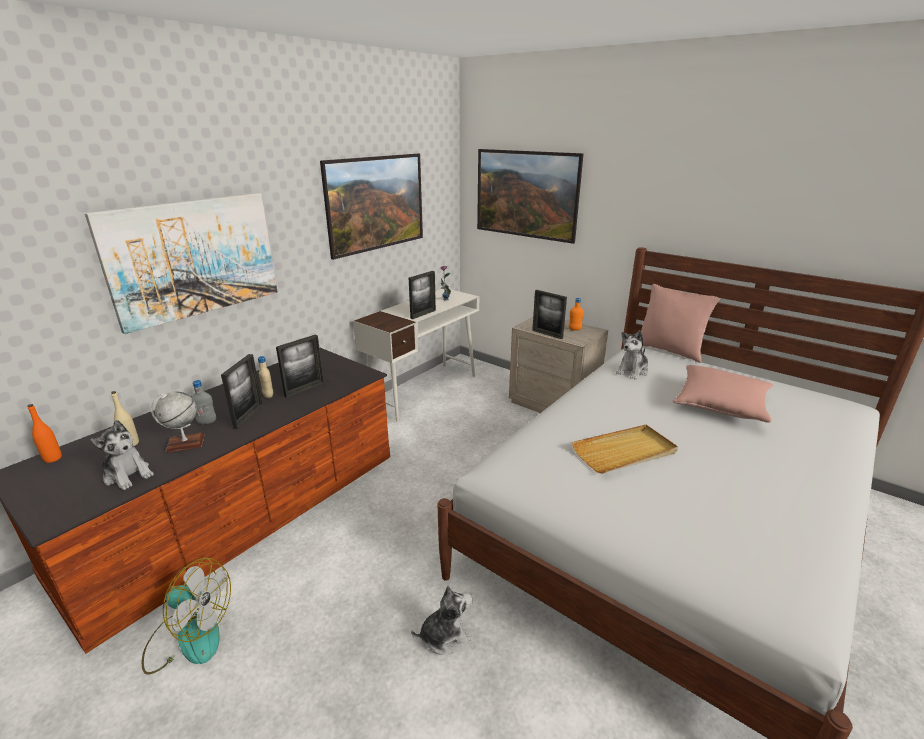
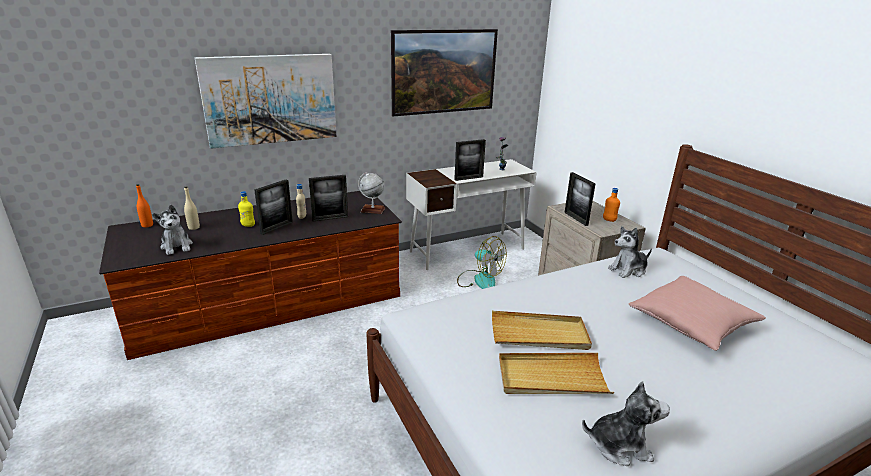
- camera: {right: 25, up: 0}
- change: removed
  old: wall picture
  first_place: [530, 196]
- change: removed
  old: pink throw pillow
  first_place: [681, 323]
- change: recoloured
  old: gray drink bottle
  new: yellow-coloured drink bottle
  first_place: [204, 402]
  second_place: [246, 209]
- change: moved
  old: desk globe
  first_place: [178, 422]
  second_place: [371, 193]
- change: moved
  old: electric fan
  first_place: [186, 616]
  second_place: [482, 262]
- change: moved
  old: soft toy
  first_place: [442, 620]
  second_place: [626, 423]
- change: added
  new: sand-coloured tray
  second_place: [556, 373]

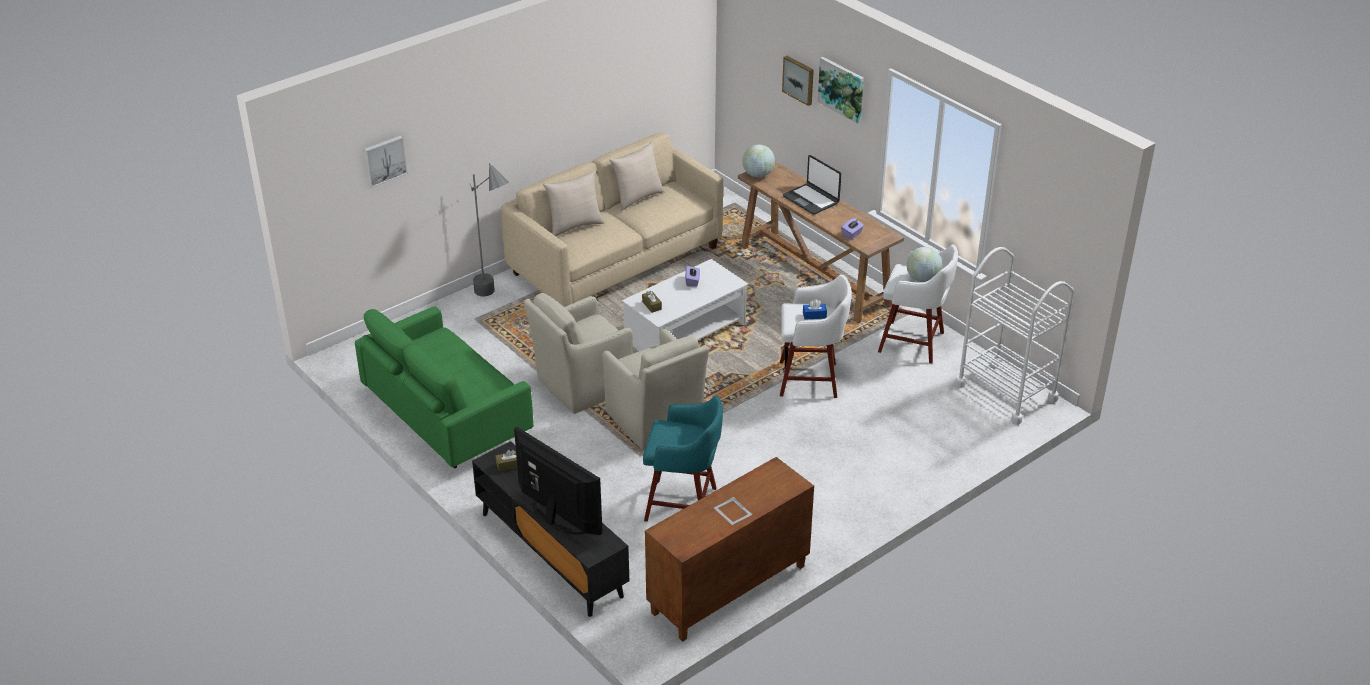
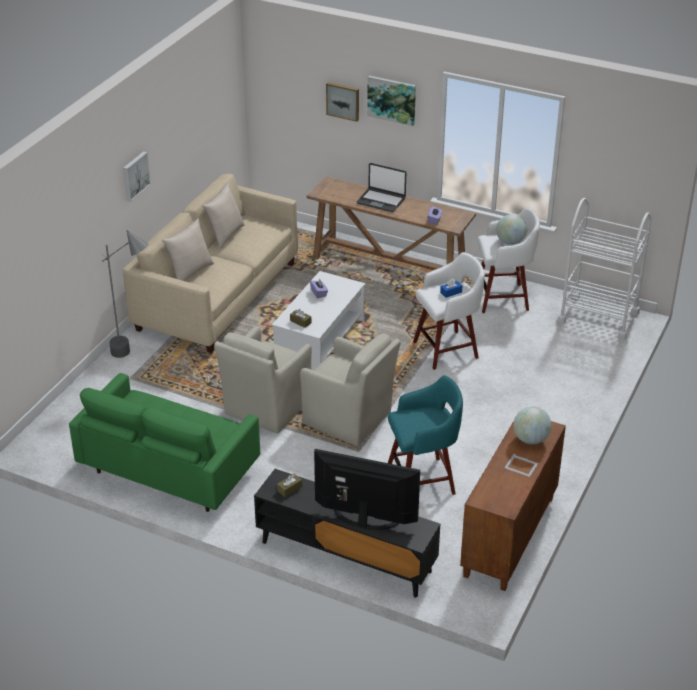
- camera: {right: -25, up: 0}
- change: moved
  old: wall picture
  first_place: [386, 162]
  second_place: [137, 176]
- change: moved
  old: desk globe
  first_place: [758, 160]
  second_place: [532, 425]

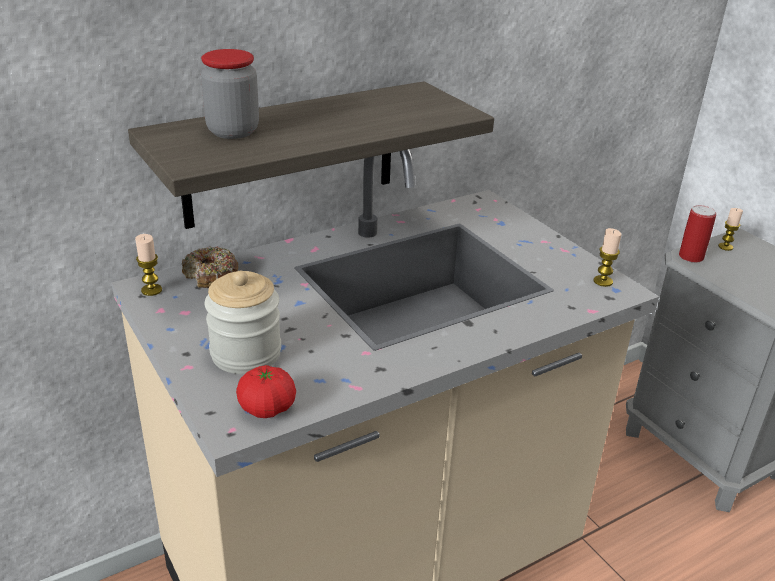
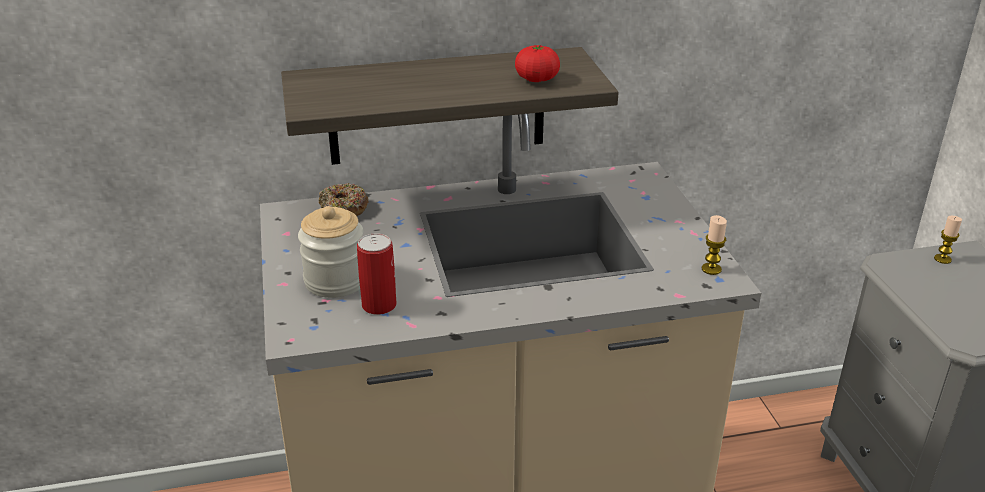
- camera: {right: 20, up: 0}
- change: removed
  old: jar
  first_place: [230, 94]
- change: moved
  old: metal can
  first_place: [697, 234]
  second_place: [377, 274]
- change: removed
  old: wax candle
  first_place: [148, 265]
- change: moved
  old: tomato
  first_place: [266, 391]
  second_place: [537, 63]

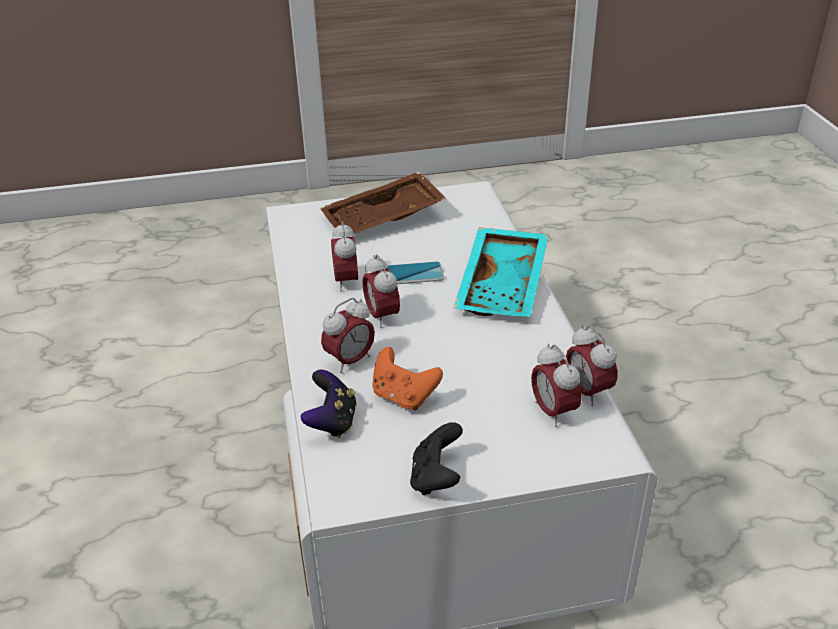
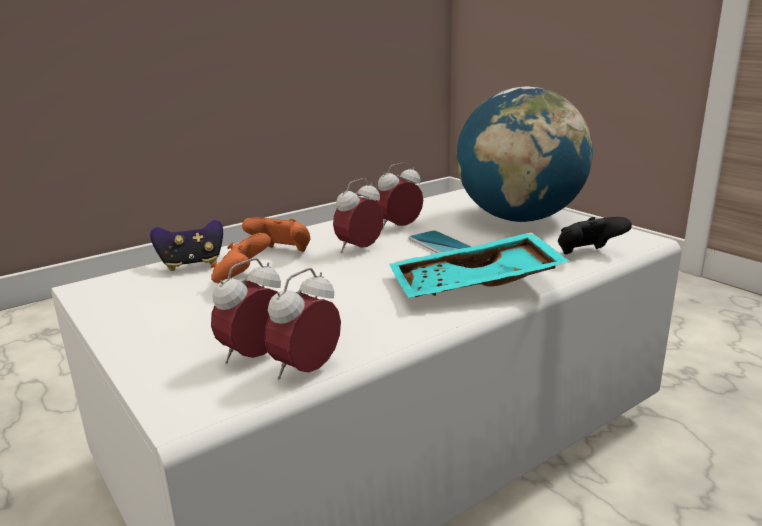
- camera: {right: 65, up: -15}
- change: replaced
  old: brownish tray
  new: desk globe
  first_place: [383, 202]
  second_place: [524, 154]
- change: replaced
  old: table clock
  new: orange gamepad
  first_place: [348, 335]
  second_place: [276, 235]
- change: moved
  old: black-coloured gamepad
  first_place: [436, 458]
  second_place: [595, 235]

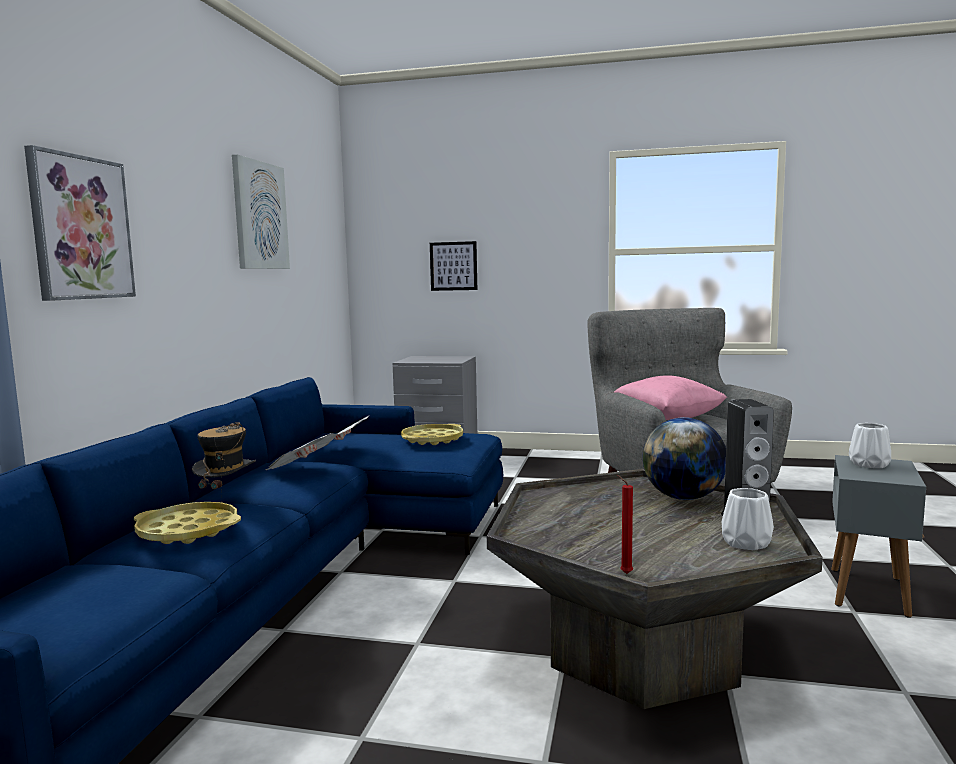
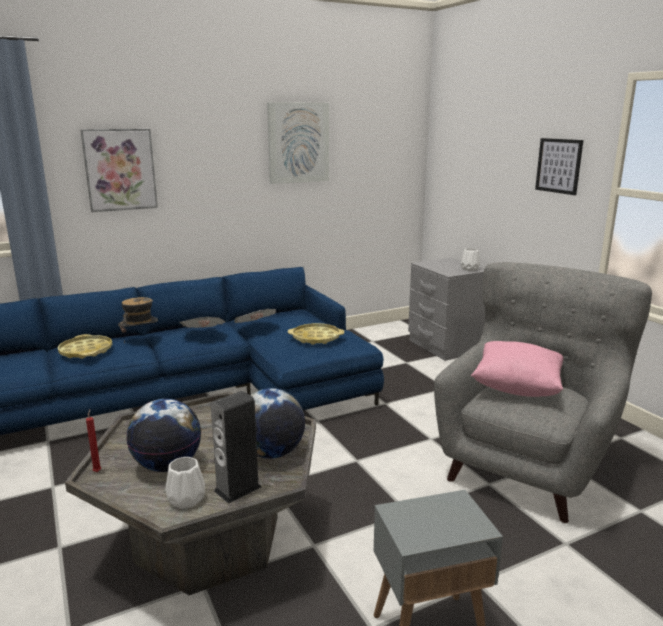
- camera: {right: 50, up: 10}
- change: moved
  old: wall picture
  first_place: [453, 266]
  second_place: [559, 166]
- change: moved
  old: whitish decorative vase
  first_place: [870, 445]
  second_place: [470, 259]
- change: added
  new: desk globe
  second_place: [164, 435]

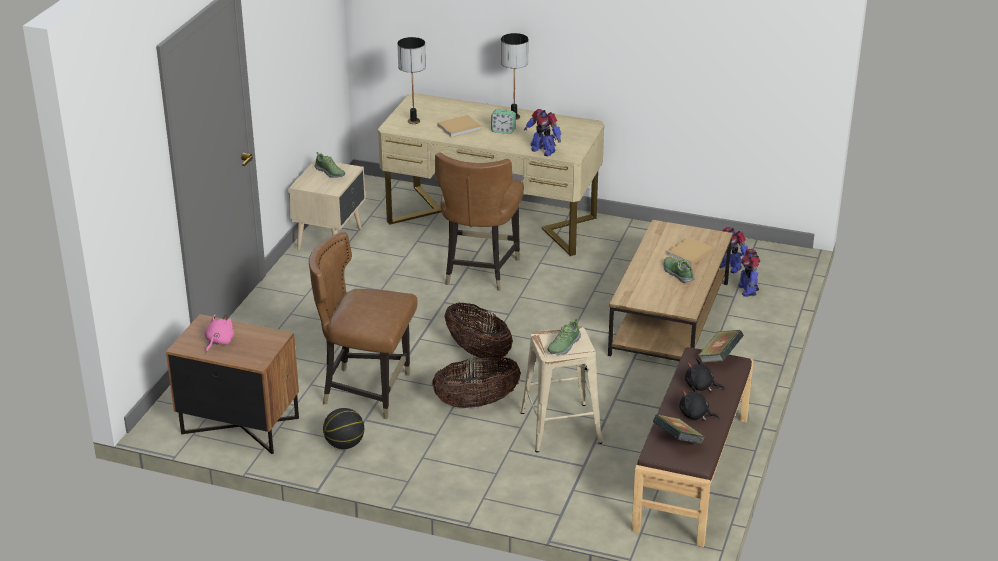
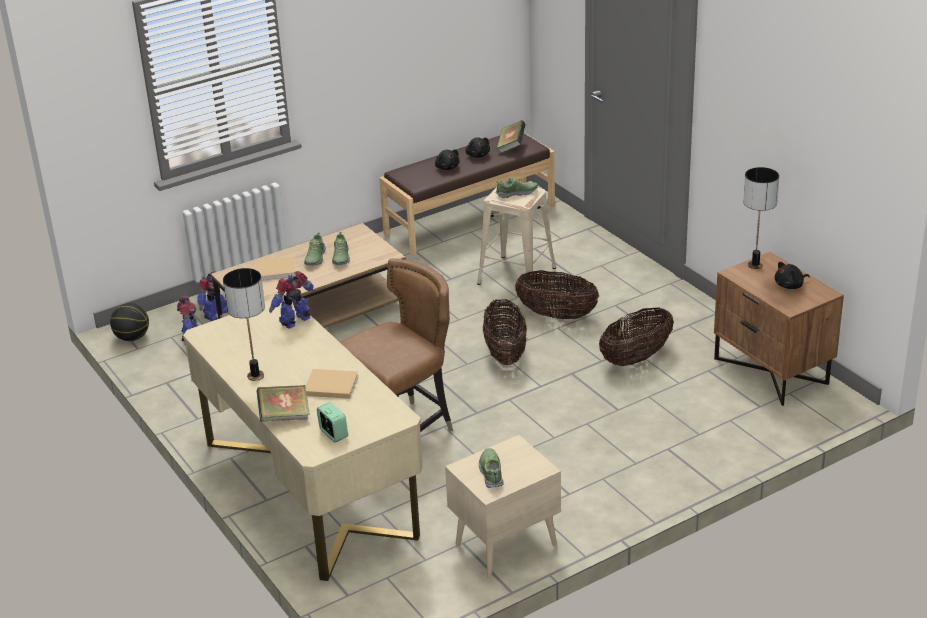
- camera: {right: -140, up: 0}
- change: moved
  old: tabletop lamp
  first_place: [411, 80]
  second_place: [761, 218]
- change: moved
  old: table clock
  first_place: [503, 121]
  second_place: [332, 422]
- change: turned
  old: toy robot
  first_place: [542, 132]
  second_place: [291, 300]
  degrees: -120
- change: replaced
  old: brownish upright chair
  new: basket
  first_place: [363, 325]
  second_place: [636, 336]
- change: recoloured
  old: pink soft toy
  new: black-coloured soft toy
  first_place: [219, 333]
  second_place: [792, 275]
- change: moved
  old: volume
  first_place: [721, 346]
  second_place: [283, 403]
- change: moved
  old: basketball
  first_place: [343, 428]
  second_place: [129, 322]
- change: added
  new: low shoe
  second_place: [341, 248]

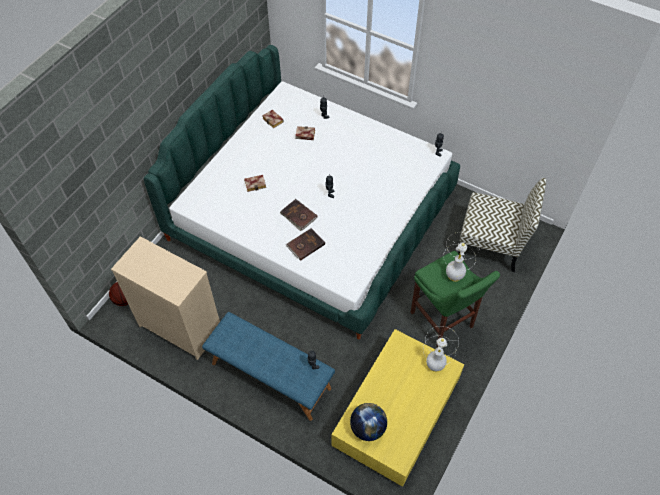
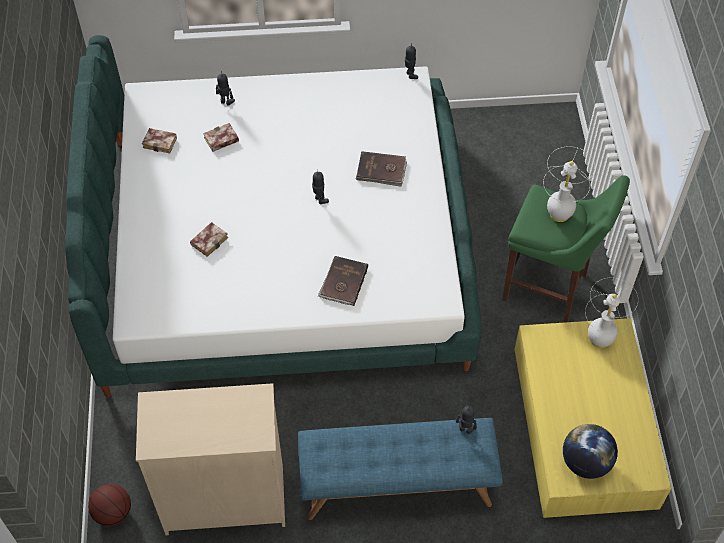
- camera: {right: -35, up: 0}
- change: removed
  old: upright chair
  first_place: [502, 225]
- change: moved
  old: brownish volume
  first_place: [298, 215]
  second_place: [381, 169]

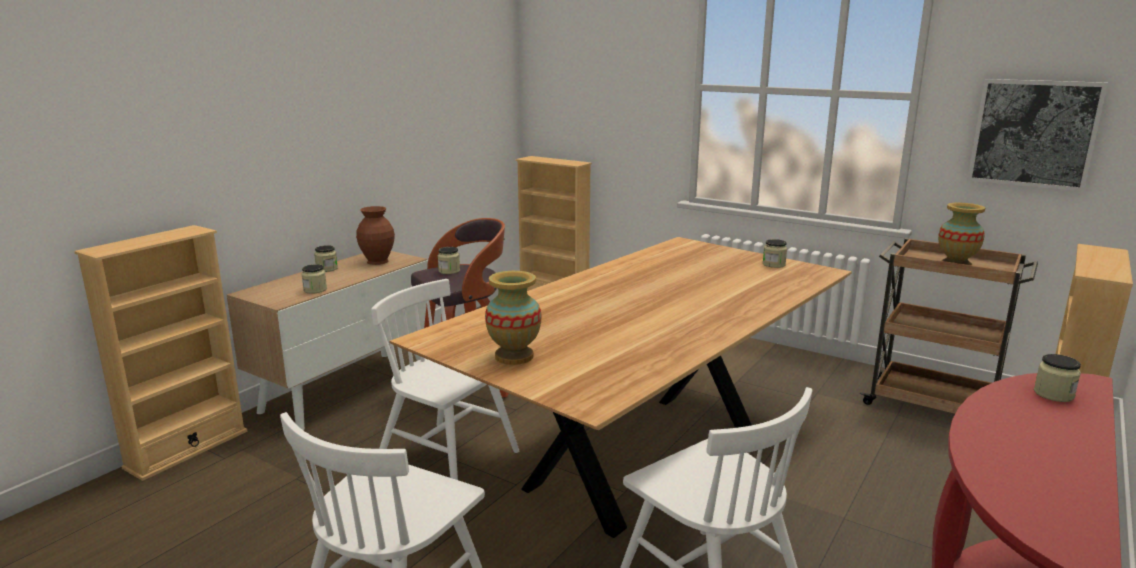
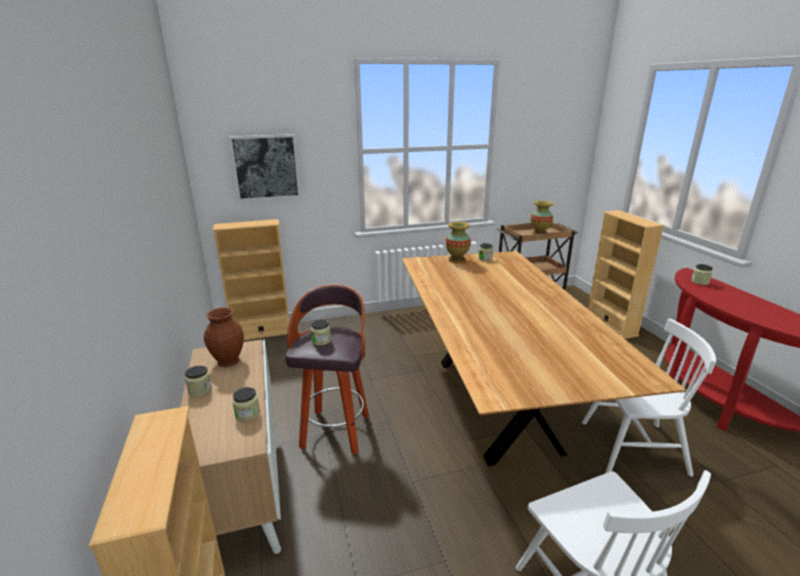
- camera: {right: -50, up: 5}
- change: moved
  old: wall picture
  first_place: [1037, 135]
  second_place: [265, 167]
- change: moved
  old: decorative vase
  first_place: [513, 318]
  second_place: [458, 242]
- change: removed
  old: whitish upright chair
  first_place: [445, 379]

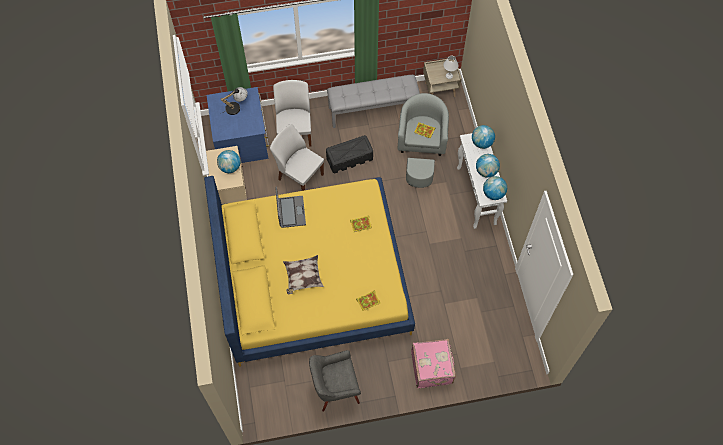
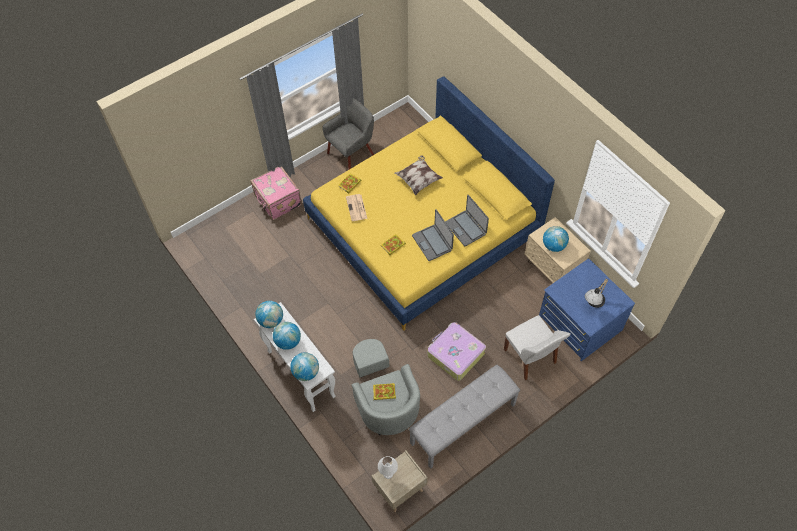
- camera: {right: 155, up: -5}
- change: removed
  old: whitish upright chair
  first_place: [297, 157]
- change: replaced
  old: black-coloured storage box
  new: suitcase
  first_place: [349, 154]
  second_place: [456, 351]
- change: added
  new: daily paper
  second_place: [356, 207]
- change: added
  new: portable computer
  second_place: [433, 235]

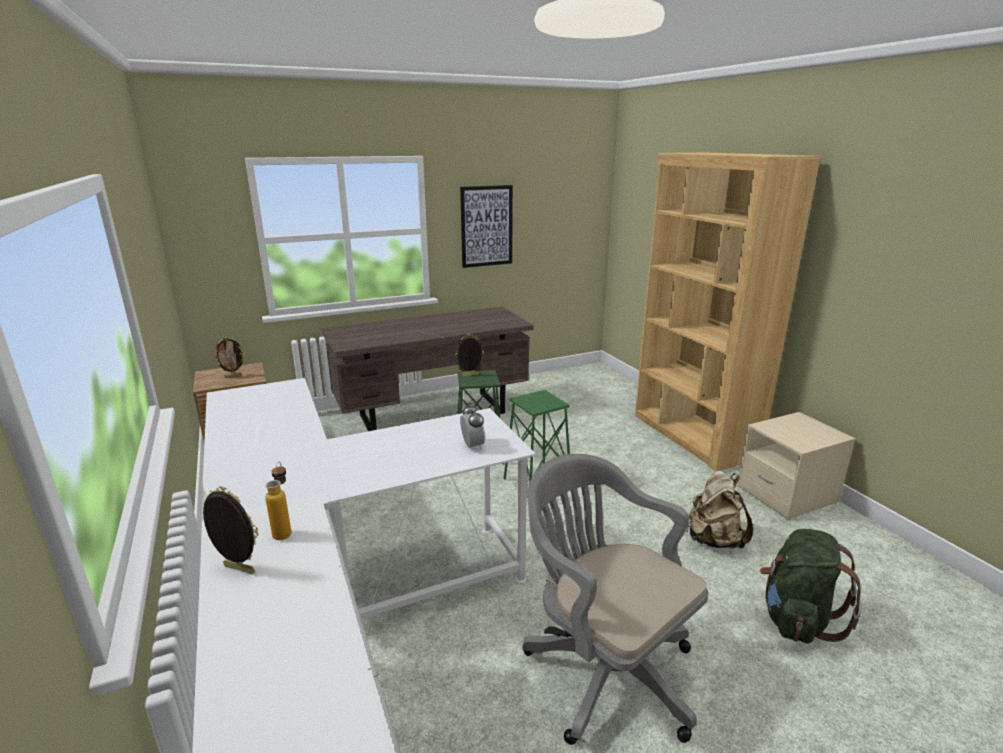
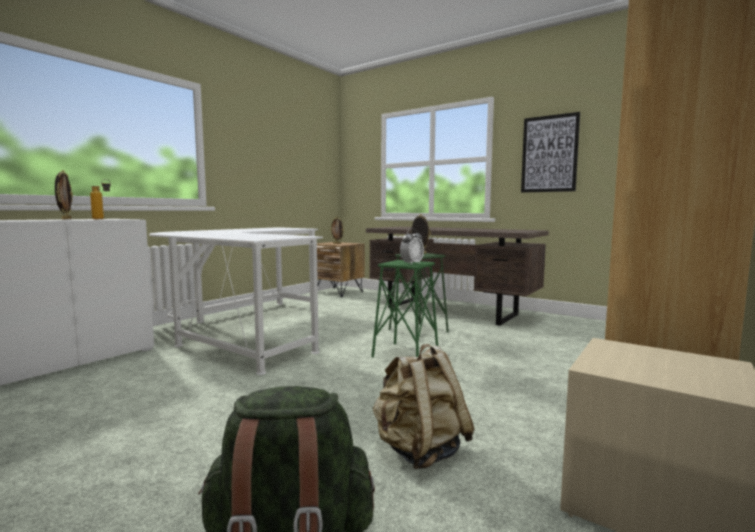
- camera: {right: 60, up: -15}
- change: moved
  old: table clock
  first_place: [472, 426]
  second_place: [412, 246]
- change: removed
  old: gray computer chair
  first_place: [615, 599]

